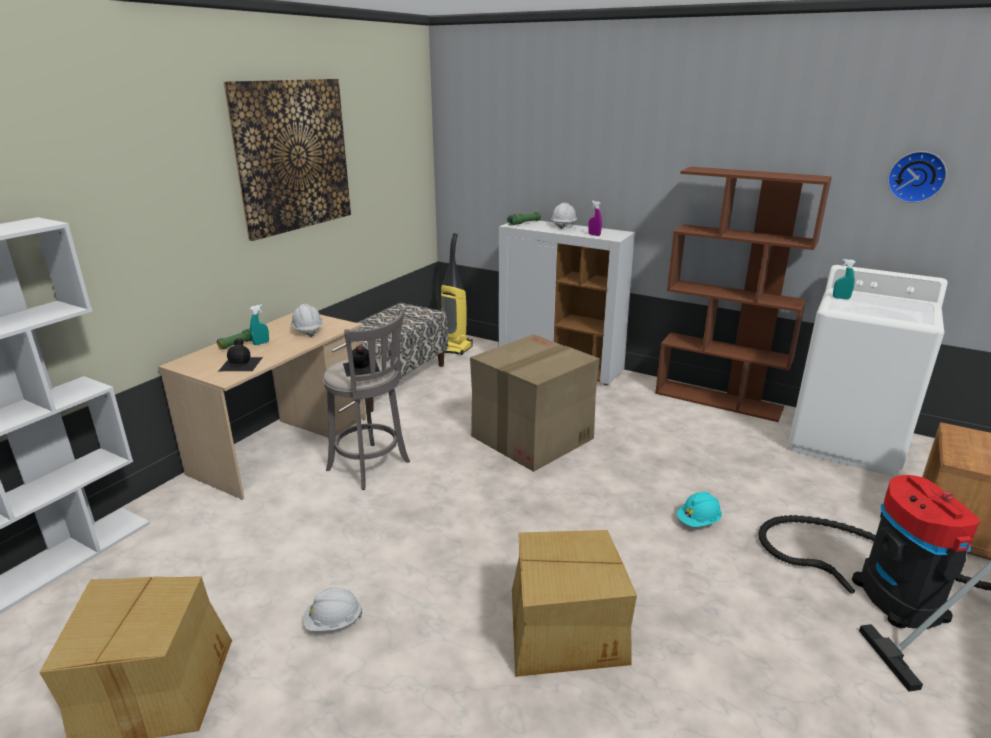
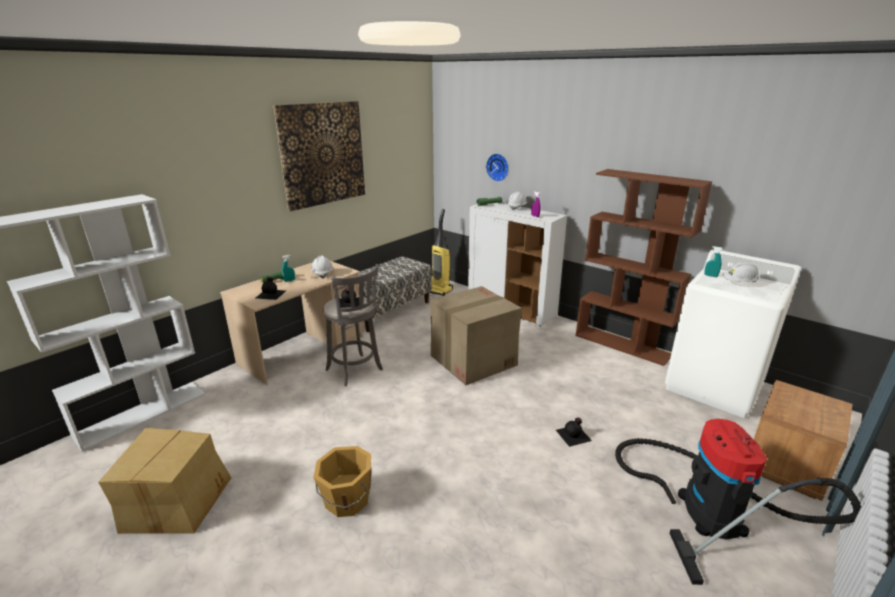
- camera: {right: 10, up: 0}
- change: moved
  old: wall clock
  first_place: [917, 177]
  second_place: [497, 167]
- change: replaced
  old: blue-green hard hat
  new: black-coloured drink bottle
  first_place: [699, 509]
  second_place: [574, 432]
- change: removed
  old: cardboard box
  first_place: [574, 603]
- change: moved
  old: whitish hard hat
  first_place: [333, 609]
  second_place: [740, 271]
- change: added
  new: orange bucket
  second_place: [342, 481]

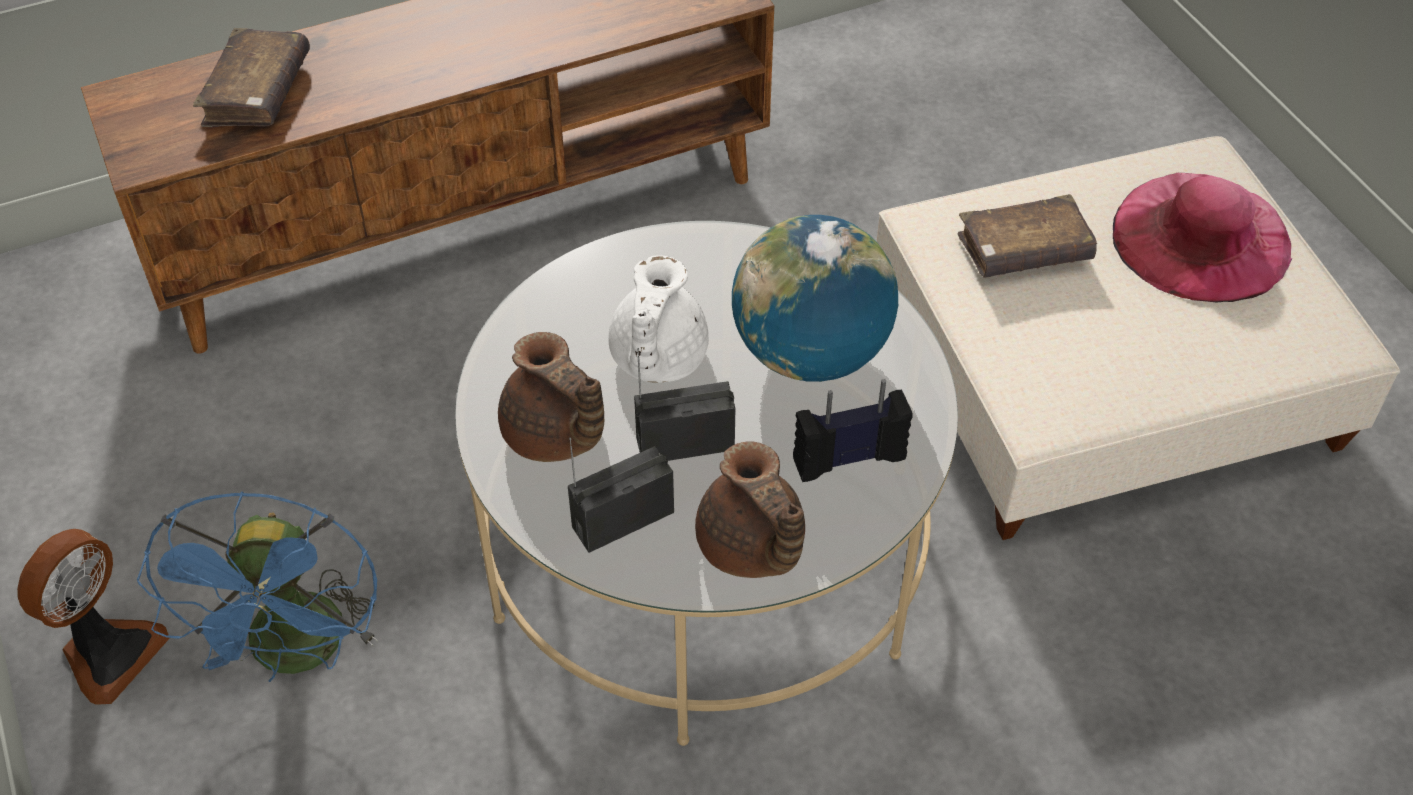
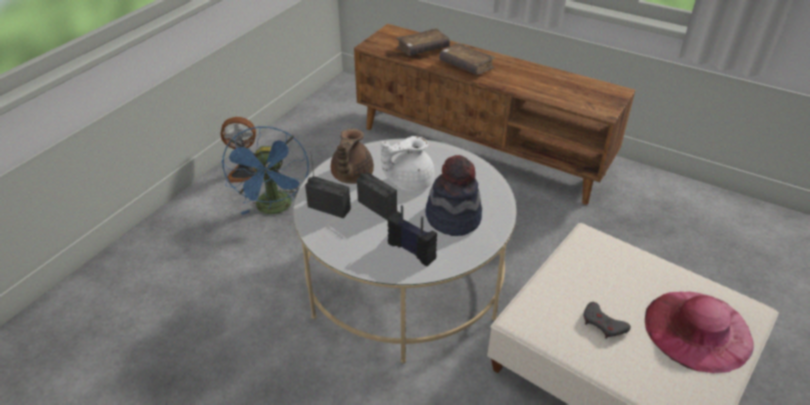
- camera: {right: 55, up: -10}
- change: moved
  old: brownish volume
  first_place: [1027, 236]
  second_place: [467, 59]
- change: replaced
  old: desk globe
  new: clothing hat
  first_place: [815, 298]
  second_place: [453, 195]
- change: removed
  old: brownish teapot
  first_place: [750, 509]
- change: turned
  old: bluish electric fan
  first_place: [257, 586]
  second_place: [265, 170]
  degrees: -60
- change: added
  new: gray gamepad
  second_place: [607, 320]

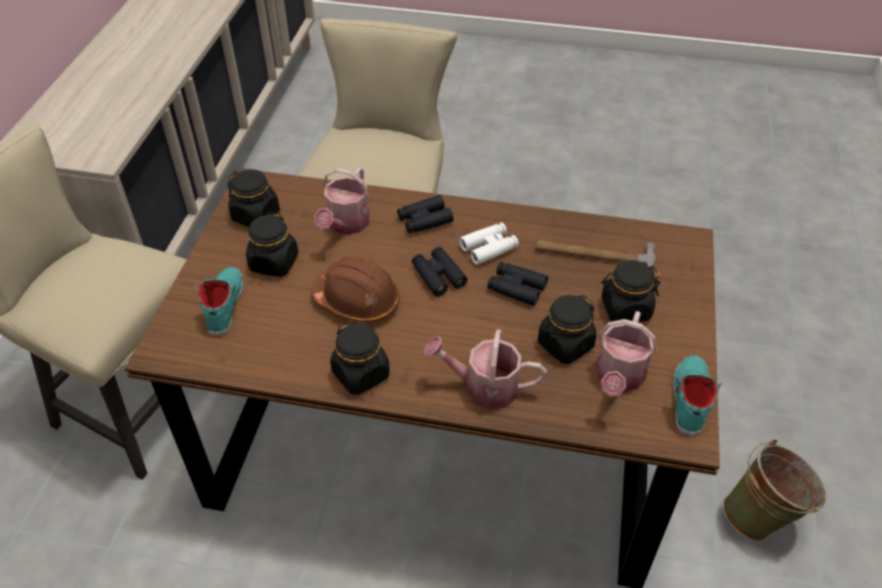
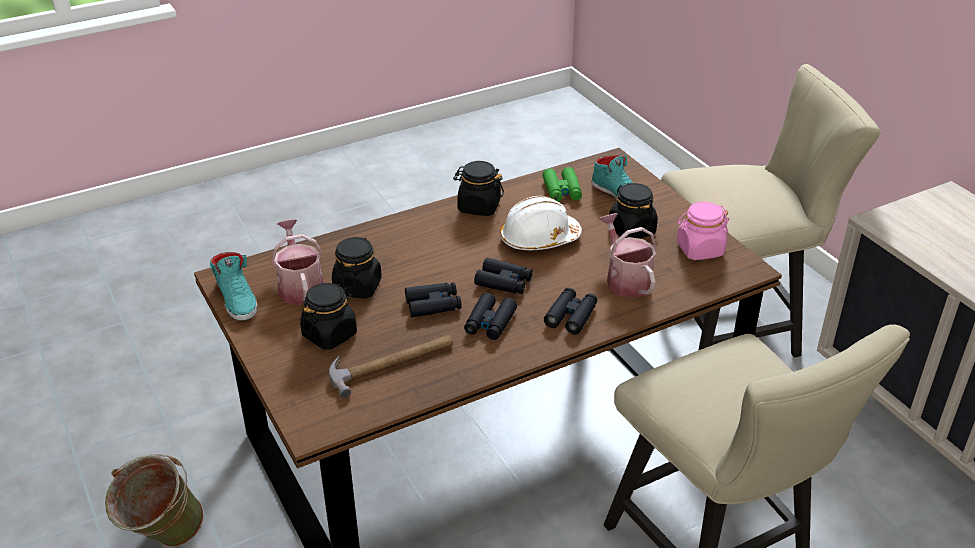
- camera: {right: 140, up: -10}
- change: recoloured
  old: black-coloured jar
  new: pink jar
  first_place: [253, 198]
  second_place: [703, 231]
- change: recoloured
  old: whitish binoculars
  new: black-coloured binoculars
  first_place: [489, 243]
  second_place: [490, 316]
- change: recoloured
  old: brownish hard hat
  new: whitish hard hat
  first_place: [355, 289]
  second_place: [541, 223]
- change: removed
  old: sprinkling can
  first_place: [485, 369]
- change: added
  new: green-coloured binoculars
  second_place: [562, 184]

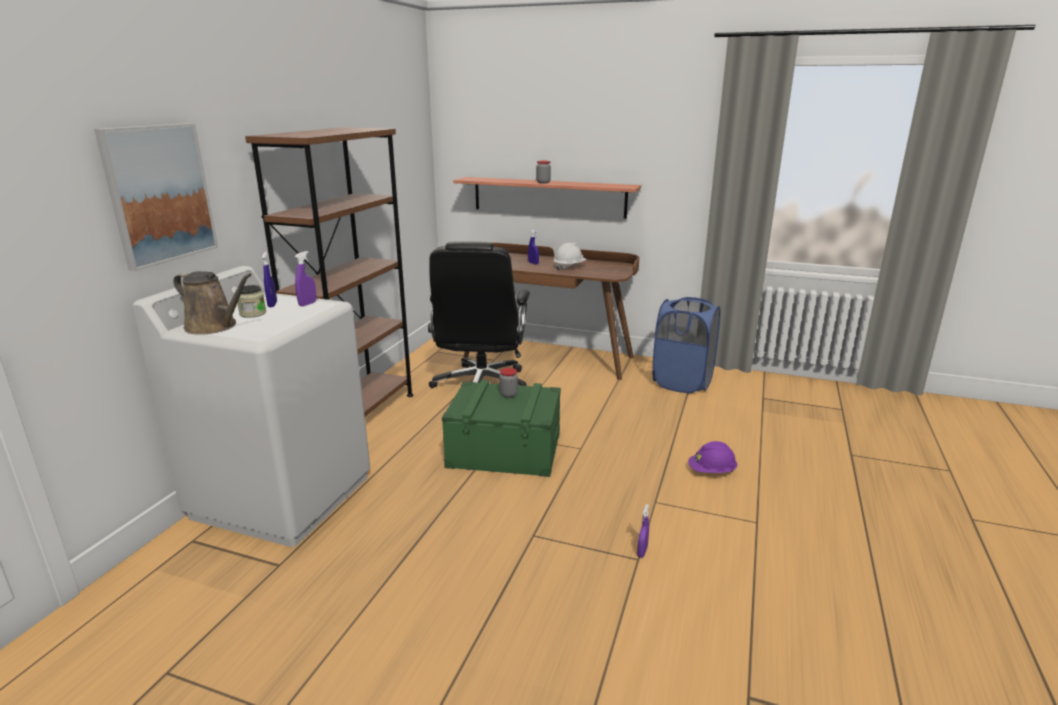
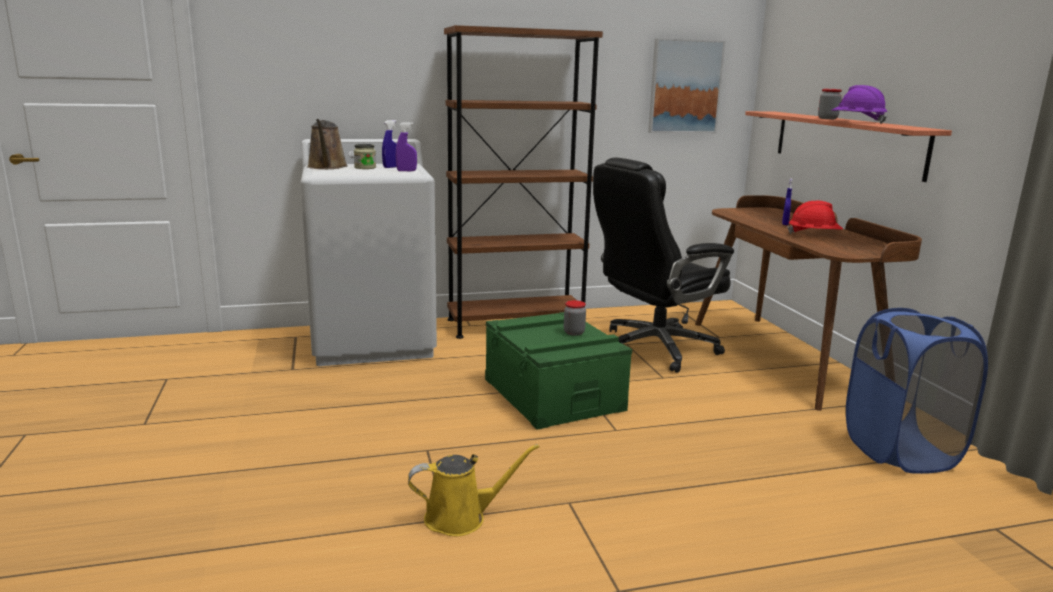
- camera: {right: 55, up: -5}
- change: moved
  old: wall picture
  first_place: [156, 197]
  second_place: [686, 85]
- change: recoloured
  old: whitish hard hat
  new: reddish hard hat
  first_place: [570, 256]
  second_place: [815, 217]
- change: moved
  old: purple-coloured hard hat
  first_place: [712, 457]
  second_place: [859, 104]
- change: replaced
  old: purple-coloured hand sprayer
  new: yellow-coloured sprinkling can
  first_place: [643, 531]
  second_place: [473, 490]

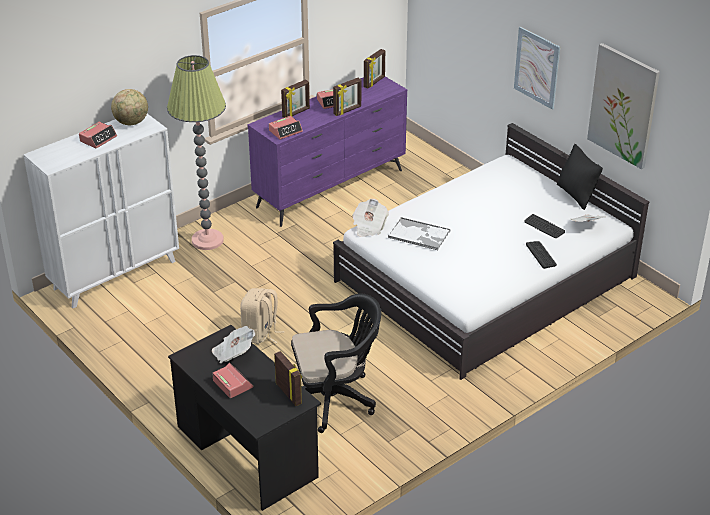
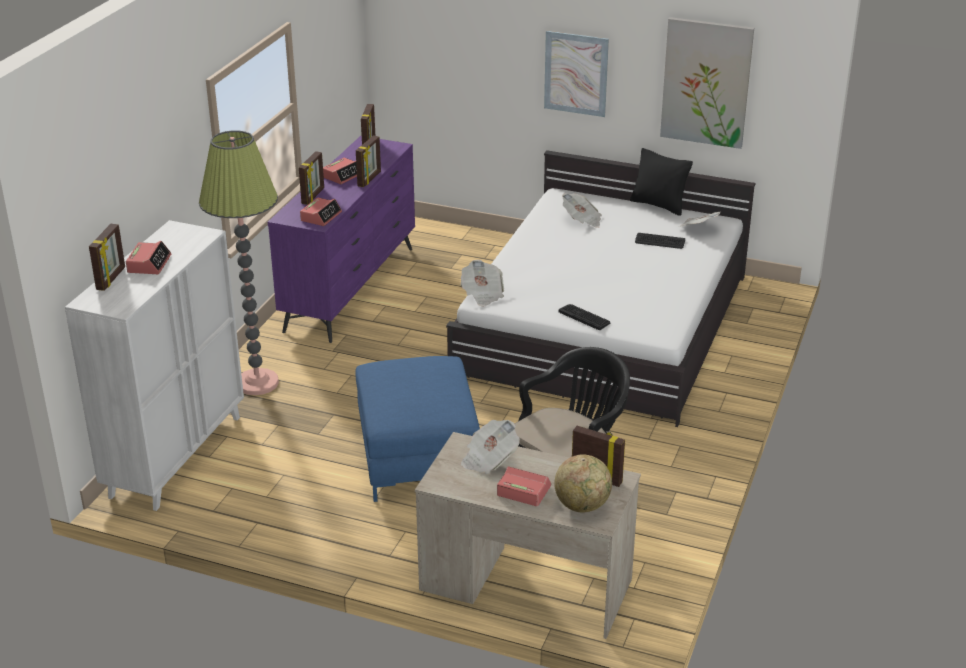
- camera: {right: -30, up: -5}
- change: moved
  old: desk globe
  first_place: [129, 107]
  second_place: [583, 483]
- change: removed
  old: tray
  first_place: [419, 233]
- change: moved
  old: PC keyboard
  first_place: [541, 255]
  second_place: [584, 317]
- change: replaced
  old: sand-coloured rucksack
  new: bluish pouffe
  first_place: [262, 316]
  second_place: [418, 429]
- change: recoloured
  old: black-coloured desk unit
  new: sand-coloured desk unit
  first_place: [244, 418]
  second_place: [528, 535]
- change: added
  new: daily paper
  second_place: [582, 210]
- change: added
  new: standing frame
  second_place: [107, 257]

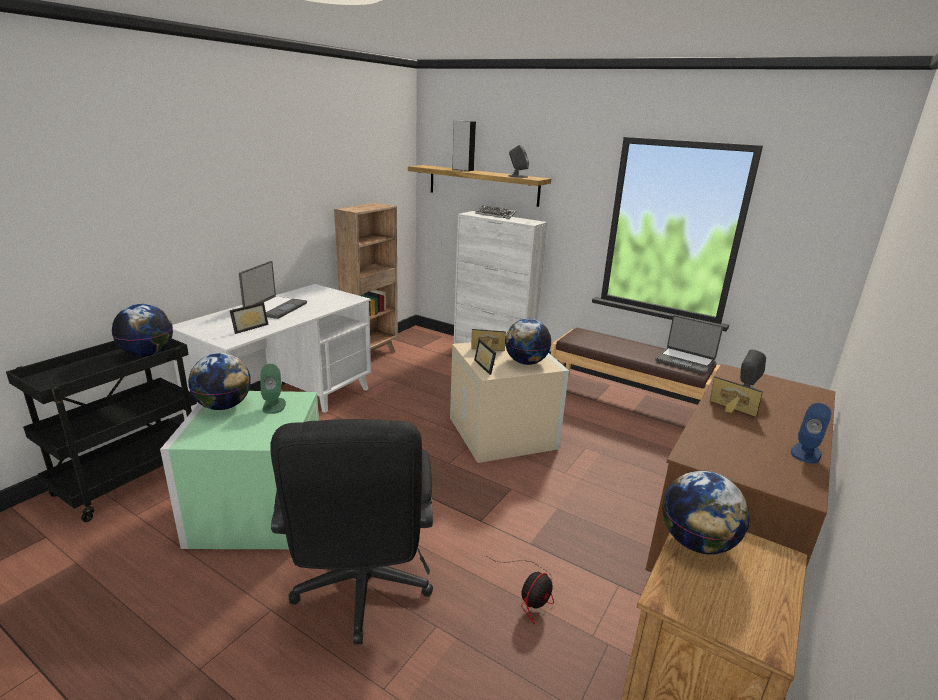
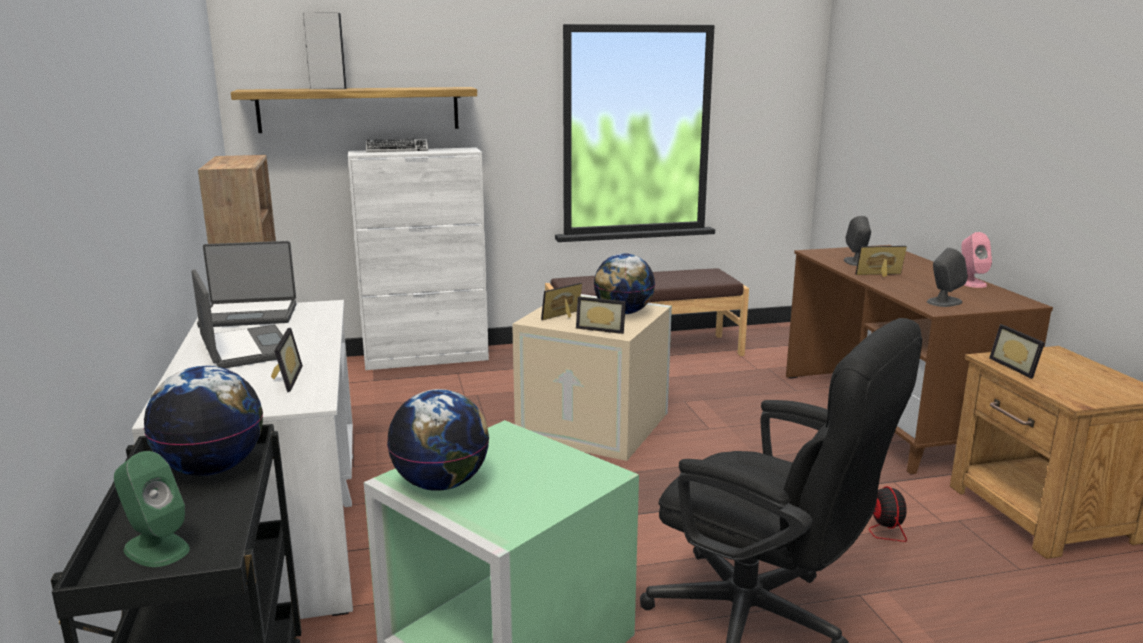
- camera: {right: -45, up: -5}
- change: moved
  old: gray audio speaker
  first_place: [519, 161]
  second_place: [947, 277]
- change: moved
  old: portable computer
  first_place: [689, 344]
  second_place: [246, 284]
- change: moved
  old: green-coloured audio speaker
  first_place: [273, 389]
  second_place: [152, 509]
- change: recoloured
  old: bluish audio speaker
  new: pink audio speaker
  first_place: [811, 433]
  second_place: [976, 260]
- change: replaced
  old: desk globe
  new: standing frame
  first_place: [706, 512]
  second_place: [1017, 351]

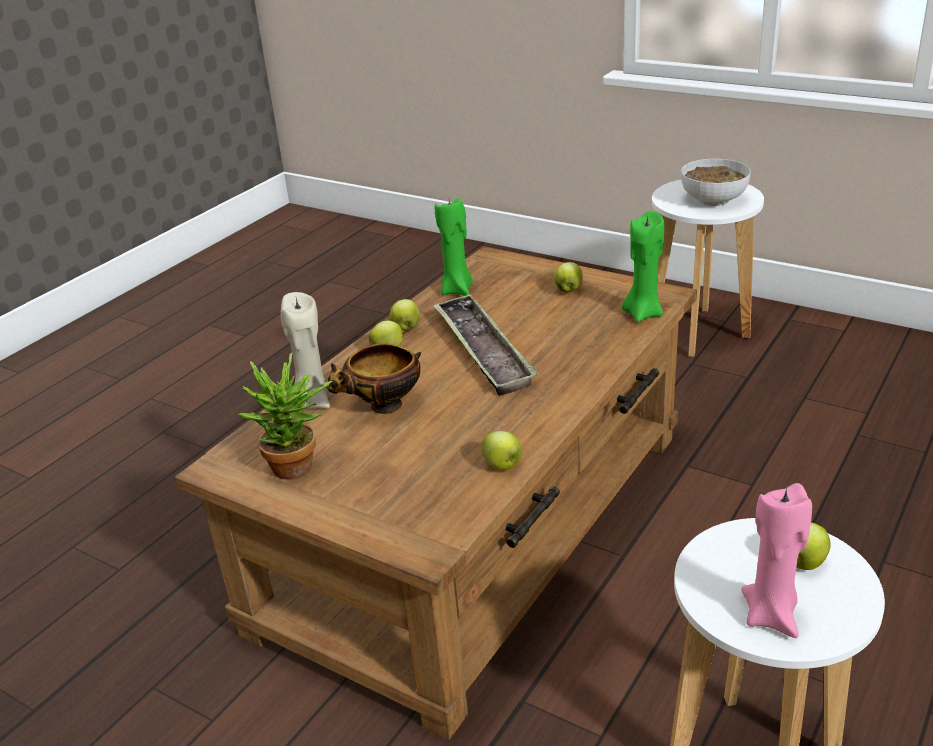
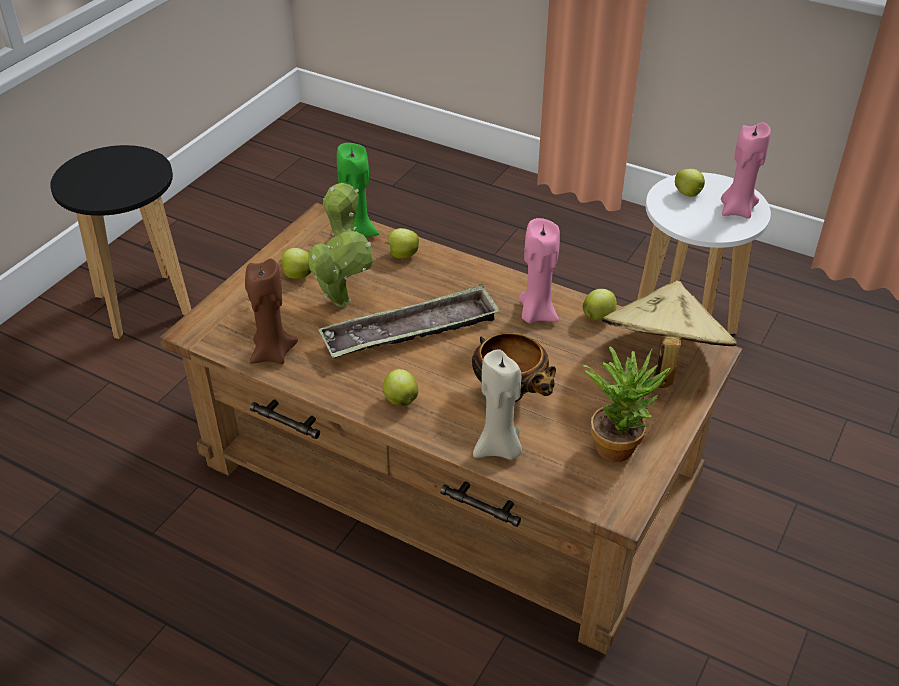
- camera: {right: -95, up: 10}
- change: removed
  old: bowl
  first_place: [716, 182]
- change: recoloured
  old: whitish stool
  new: black-coloured stool
  first_place: [708, 268]
  second_place: [121, 242]
- change: recoloured
  old: green-coloured wax candle
  new: brownish wax candle
  first_place: [454, 247]
  second_place: [271, 311]
- change: moved
  old: whole apple
  first_place: [405, 315]
  second_place: [402, 243]
- change: added
  new: houseplant
  second_place: [340, 245]
- change: added
  new: pink wax candle
  second_place: [539, 270]
- change: added
  new: sand-coloured clothing hat
  second_place: [669, 334]

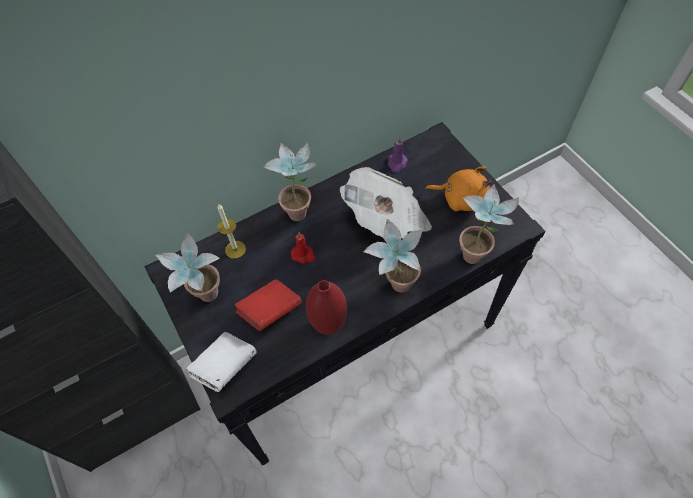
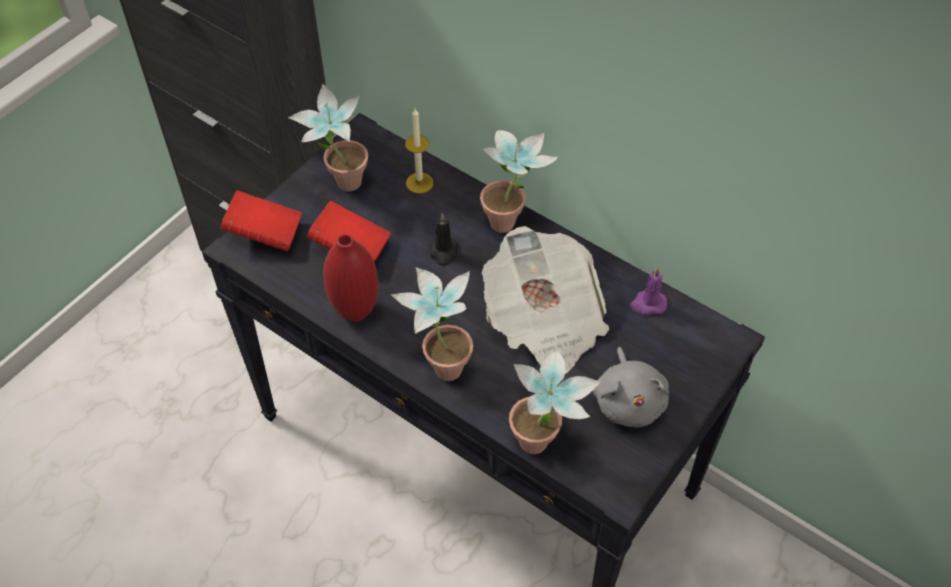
- camera: {right: 65, up: -5}
- change: recoloured
  old: orange soft toy
  new: gray soft toy
  first_place: [458, 188]
  second_place: [631, 387]
- change: recoloured
  old: reddish wax candle
  new: black-coloured wax candle
  first_place: [303, 248]
  second_place: [444, 239]
- change: recoloured
  old: whitish volume
  new: reddish volume
  first_place: [221, 362]
  second_place: [261, 221]

